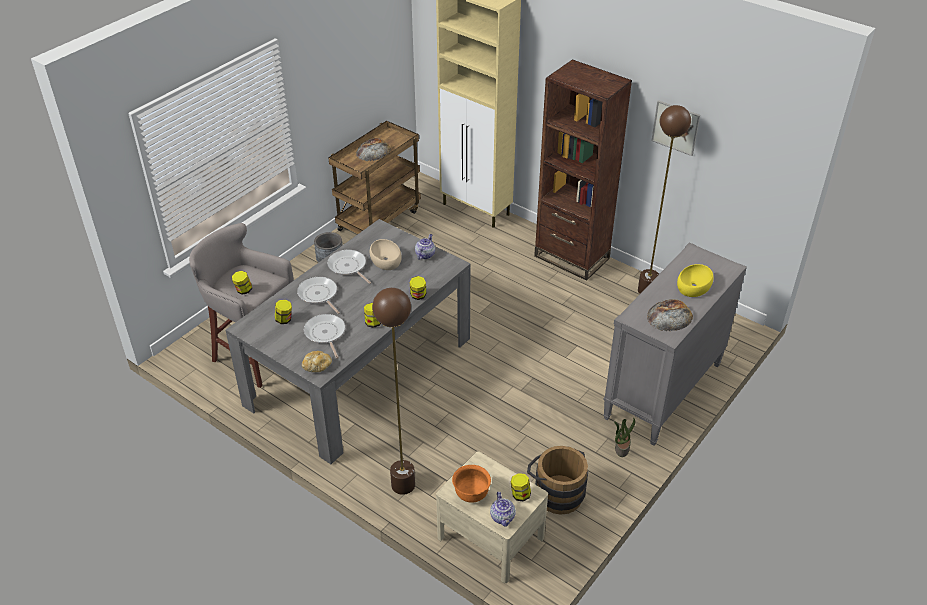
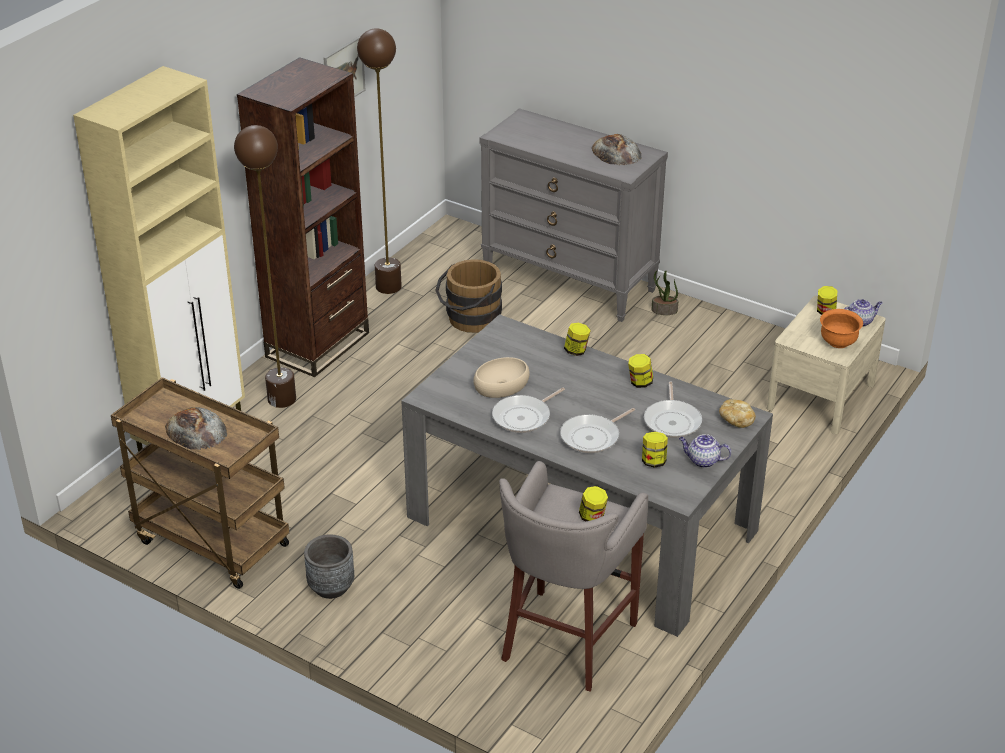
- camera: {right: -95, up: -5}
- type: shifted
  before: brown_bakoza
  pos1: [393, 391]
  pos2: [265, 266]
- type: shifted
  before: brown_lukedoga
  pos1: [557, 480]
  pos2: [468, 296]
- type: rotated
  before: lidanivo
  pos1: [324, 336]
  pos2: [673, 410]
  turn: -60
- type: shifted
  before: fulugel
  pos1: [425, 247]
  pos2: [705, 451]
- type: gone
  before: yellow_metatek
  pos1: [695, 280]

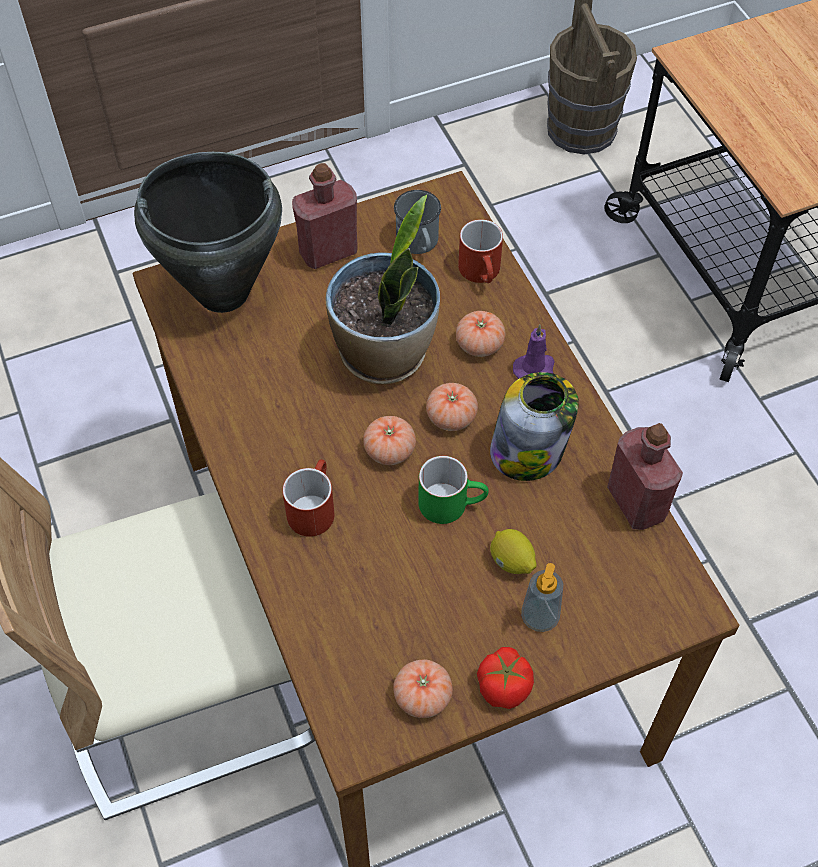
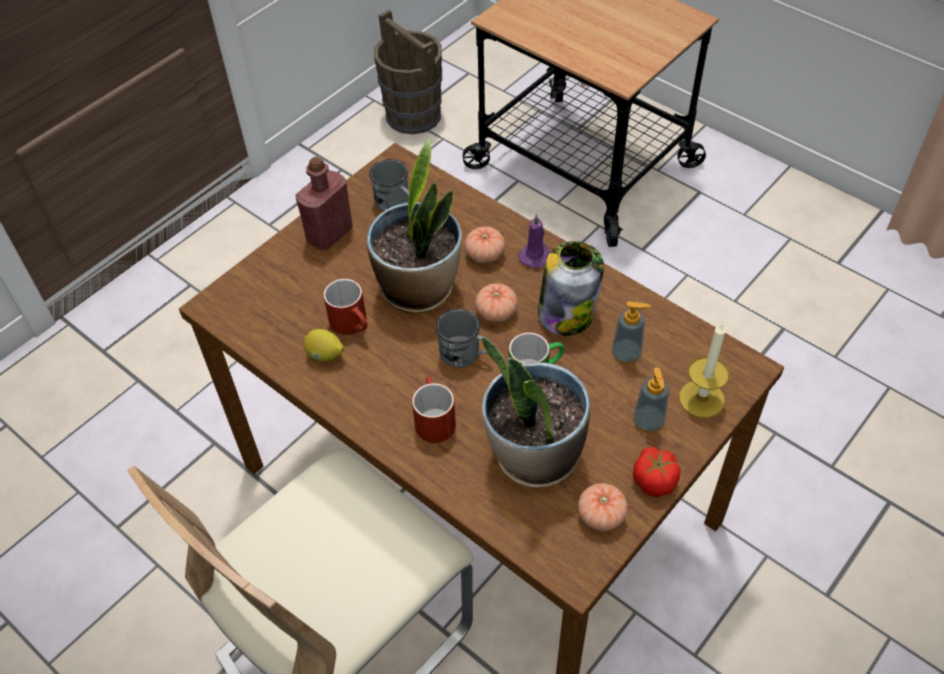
- camera: {right: -25, up: -5}
- type: shifted
  before: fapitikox
  pos1: [513, 551]
  pos2: [324, 345]
- type: shifted
  before: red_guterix
  pos1: [480, 251]
  pos2: [345, 307]
- type: swapped
  before: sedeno
  after: grey_guterix
  pos1: [389, 440]
  pos2: [462, 338]
- type: new
  after: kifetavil
  pos2: [536, 412]
- type: new
  after: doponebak
  pos2: [631, 332]
- type: new
  after: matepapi
  pos2: [704, 370]
- type: gone
  before: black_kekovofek
  pos1: [208, 232]
- type: gone
  before: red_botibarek
  pos1: [645, 476]

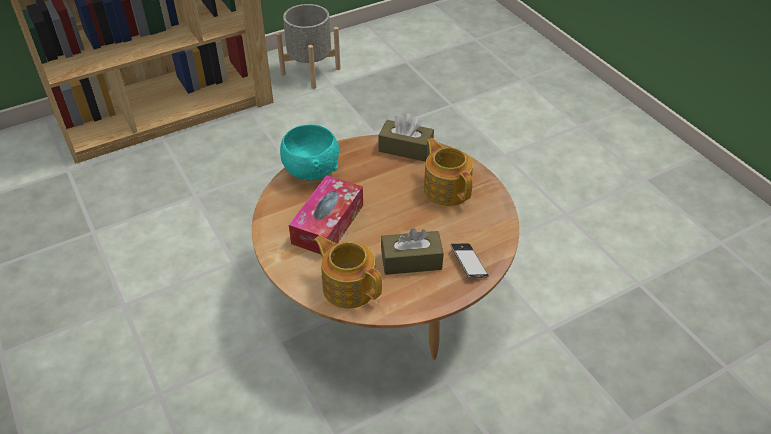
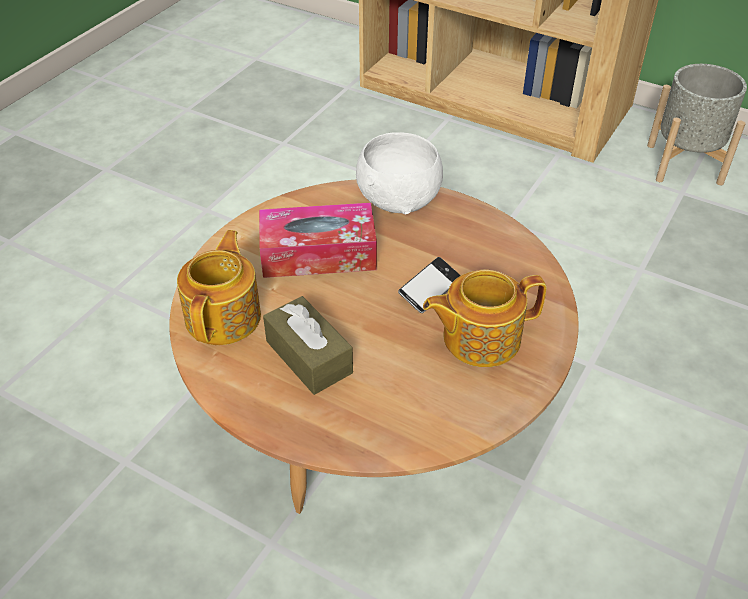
- camera: {right: 60, up: 0}
- type: repainted
  before: turquoise_metatek
  after: white_metatek
  pos1: [309, 152]
  pos2: [399, 173]
- type: shifted
  before: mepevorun
  pos1: [469, 261]
  pos2: [429, 285]
- type: rotated
  before: fulugel
  pos1: [448, 172]
  pos2: [484, 318]
  turn: -135
- type: gone
  before: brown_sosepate
  pos1: [406, 138]

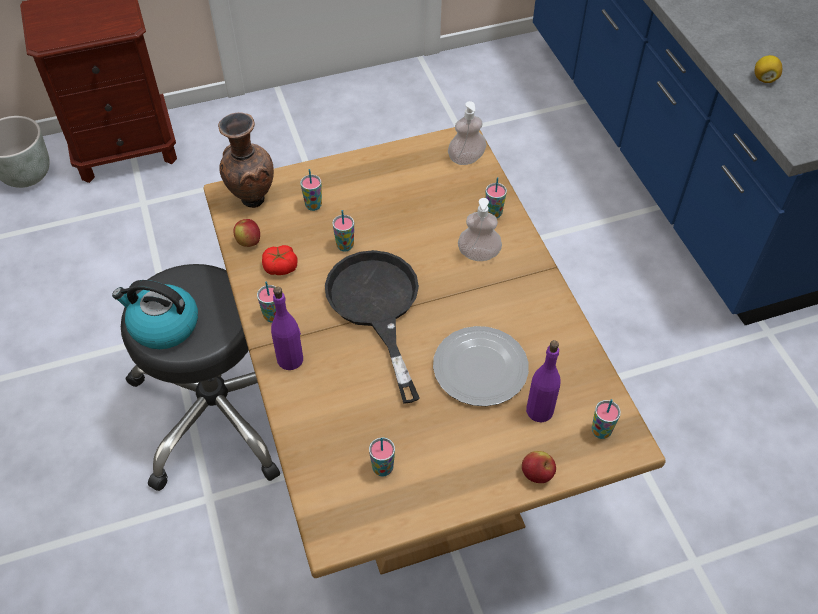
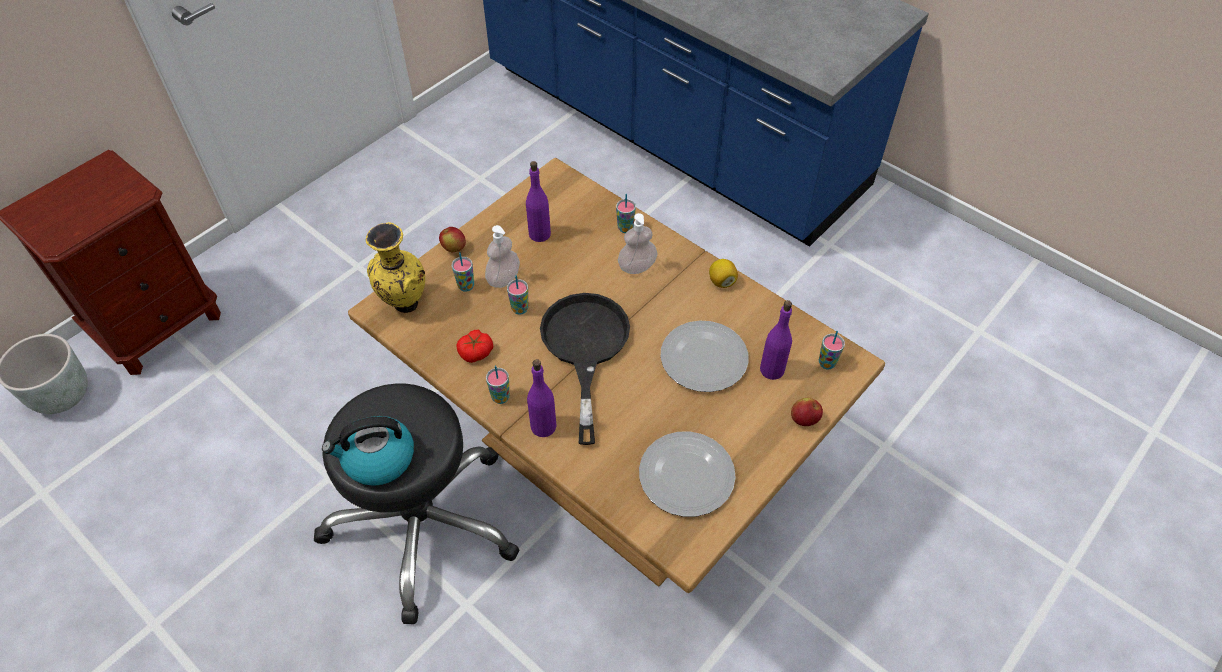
- camera: {right: -30, up: 0}
- type: repainted
  before: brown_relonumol
  after: yellow_relonumol
  pos1: [246, 160]
  pos2: [395, 267]
- type: shifted
  before: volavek
  pos1: [247, 233]
  pos2: [452, 239]
- type: shifted
  before: doponebak
  pos1: [467, 133]
  pos2: [502, 256]
- type: new
  after: purple_botibarek
  pos2: [538, 201]
- type: rotated
  before: black_lidanivo
  pos1: [372, 327]
  pos2: [585, 369]
  turn: 45
- type: swapped
  before: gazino
  after: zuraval
  pos1: [382, 456]
  pos2: [687, 474]
- type: shifted
  before: fapitikox
  pos1: [768, 69]
  pos2: [723, 273]

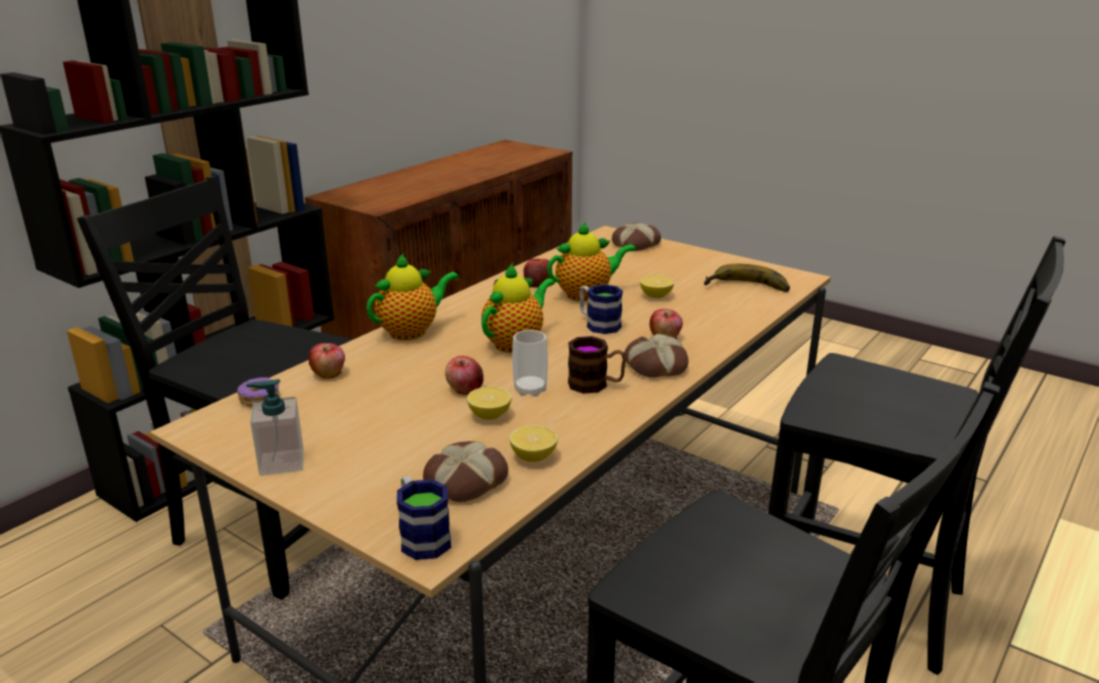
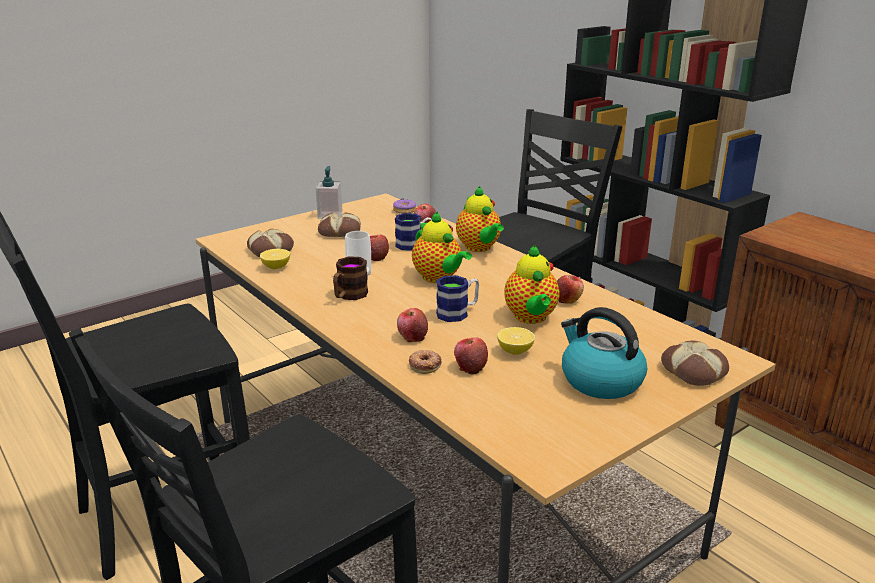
- camera: {right: 105, up: 0}
- type: shifted
  before: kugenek
  pos1: [656, 356]
  pos2: [339, 225]
- type: shifted
  before: guterix
  pos1: [424, 518]
  pos2: [413, 232]
- type: new
  after: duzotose
  pos2: [425, 362]
- type: new
  after: volavek
  pos2: [471, 355]
- type: new
  after: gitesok
  pos2: [604, 353]
- type: gone
  before: fapitikox
  pos1: [489, 403]
- type: gone
  before: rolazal
  pos1: [747, 278]

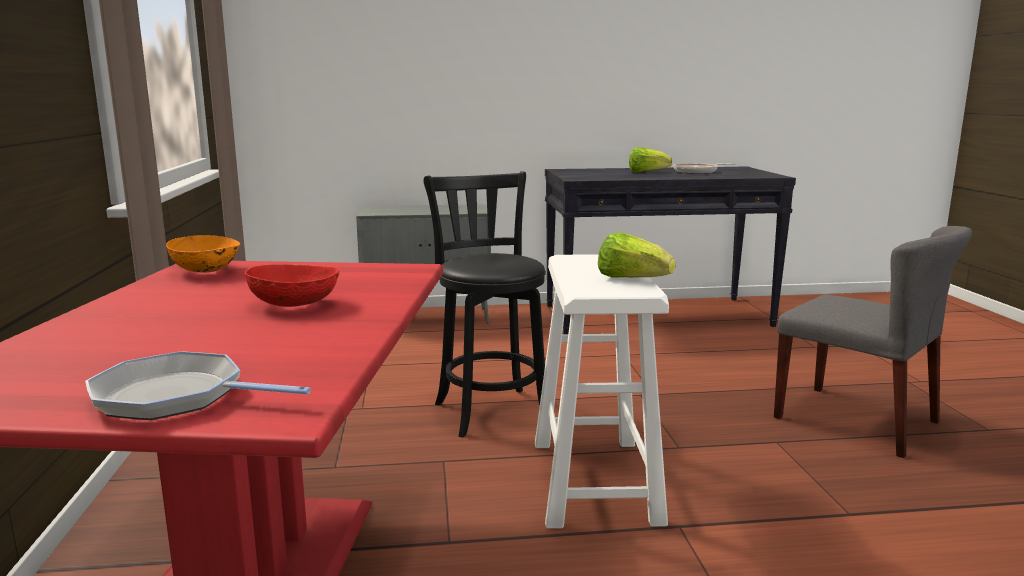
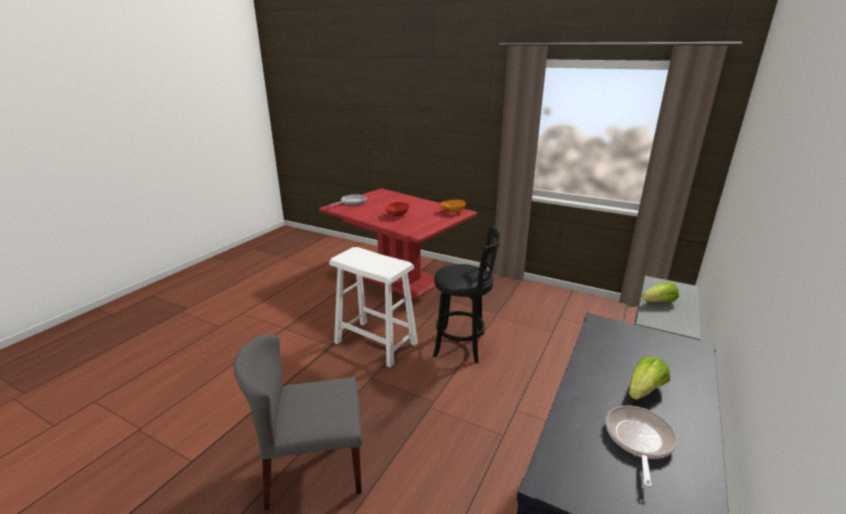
- camera: {right: 125, up: 10}
- type: shifted
  before: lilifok
  pos1: [637, 255]
  pos2: [660, 292]

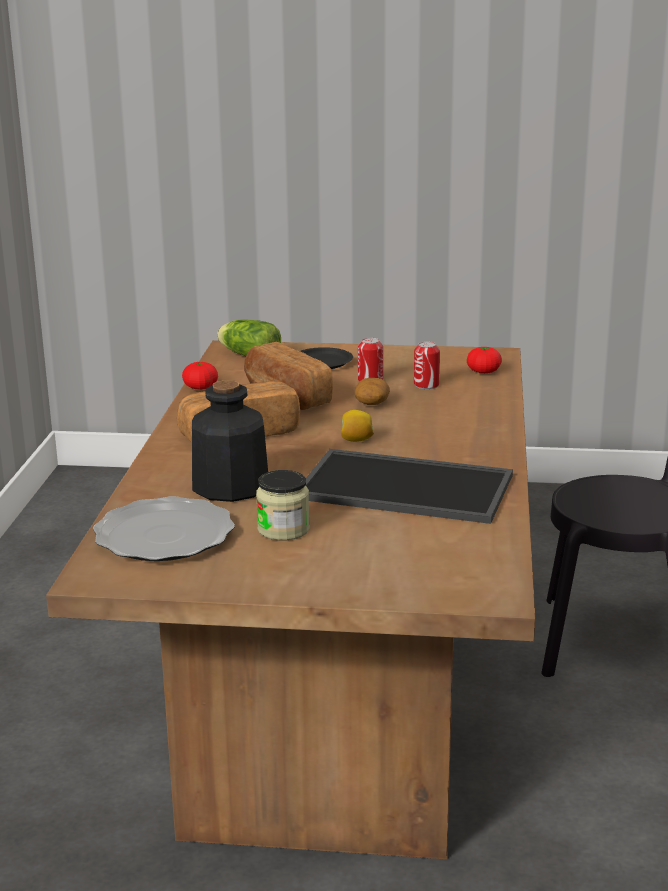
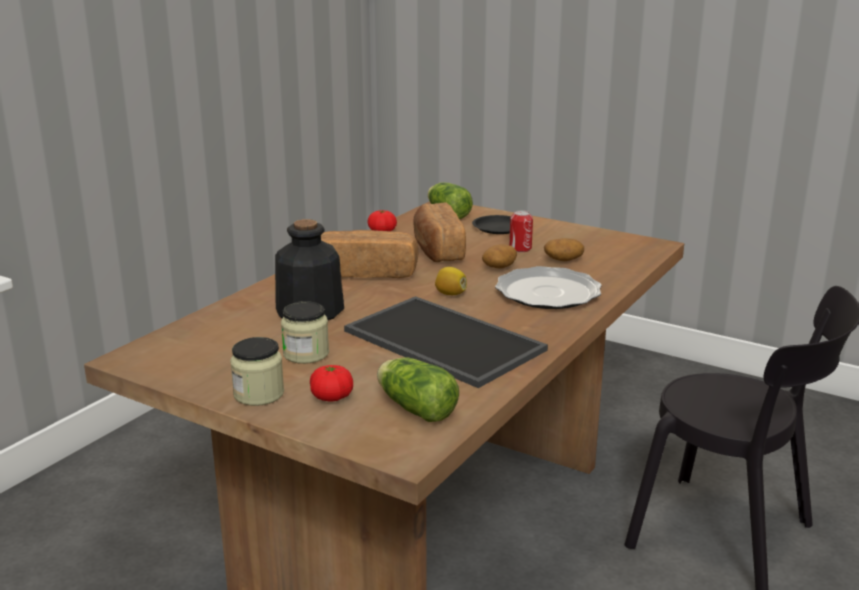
- camera: {right: 25, up: 0}
- type: new
  after: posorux
  pos2: [257, 371]
- type: shifted
  before: sedeno
  pos1: [484, 360]
  pos2: [331, 383]
- type: new
  after: lilifok
  pos2: [418, 389]
- type: shifted
  before: zuraval
  pos1: [164, 528]
  pos2: [548, 287]
- type: swapped
  before: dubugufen
  after: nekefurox
  pos1: [427, 365]
  pos2: [564, 249]

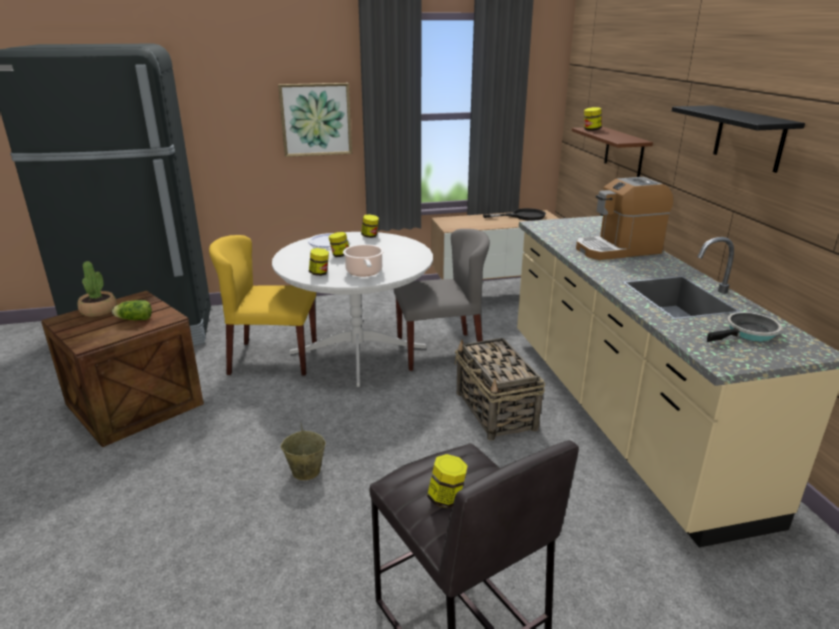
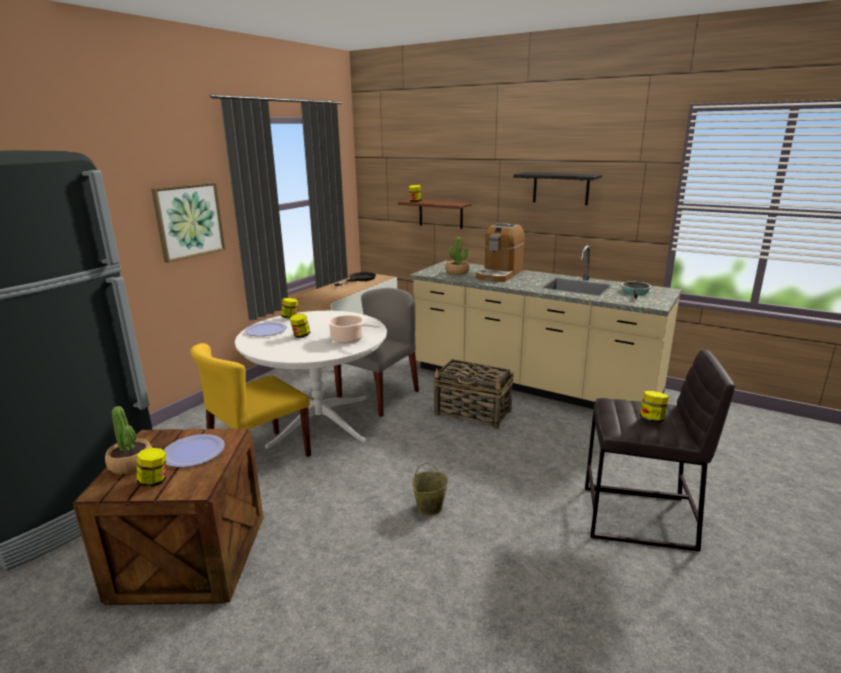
- camera: {right: -45, up: -5}
- type: shifted
  before: posorux
  pos1: [319, 262]
  pos2: [151, 467]
- type: swapped
  before: lilifok
  after: zuraval
  pos1: [132, 310]
  pos2: [194, 450]
- type: new
  after: kifetavil
  pos2: [457, 256]

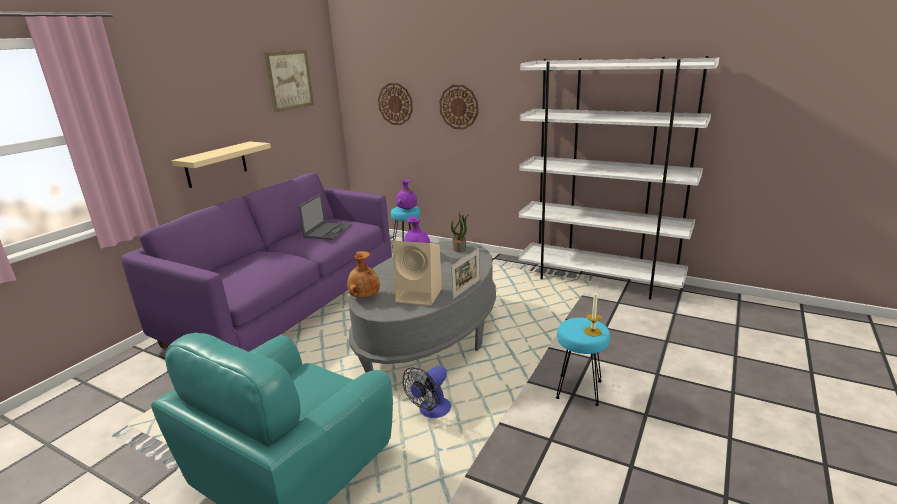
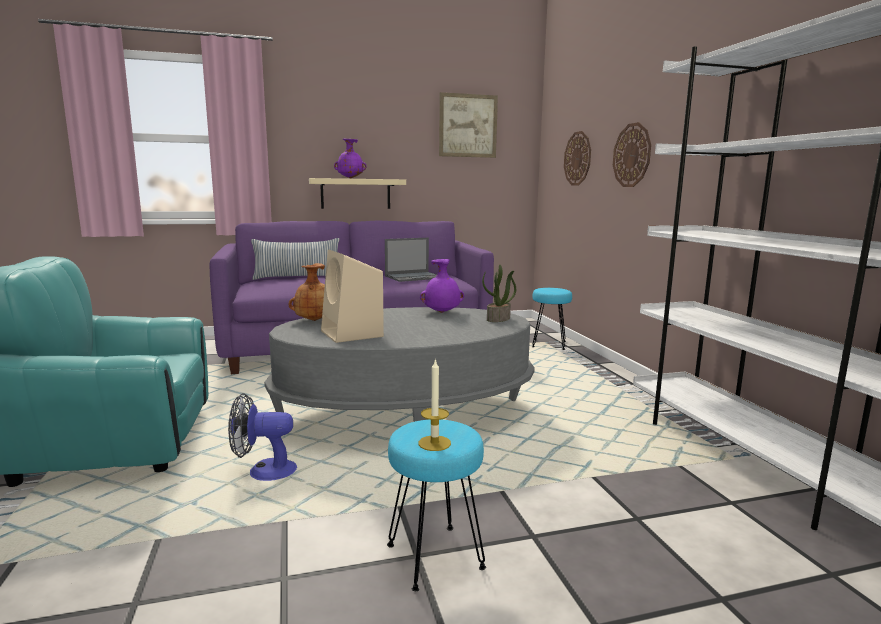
- camera: {right: 45, up: -10}
- type: new
  after: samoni
  pos2: [295, 259]
- type: shifted
  before: purple_relonumol
  pos1: [406, 194]
  pos2: [350, 159]
- type: gone
  before: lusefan
  pos1: [465, 273]

